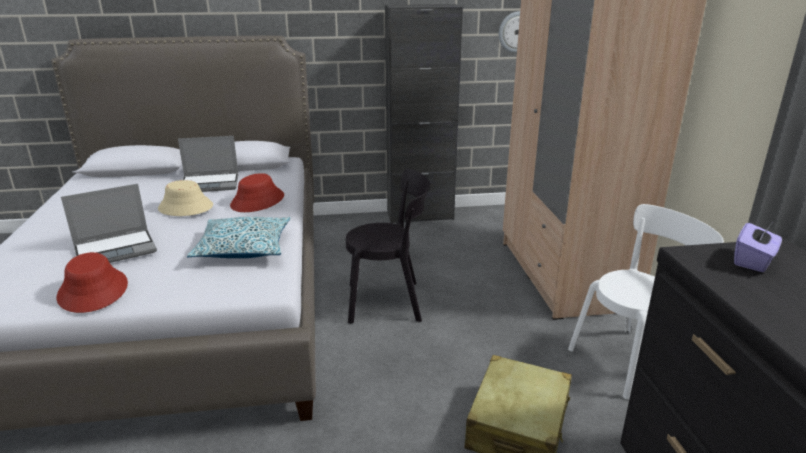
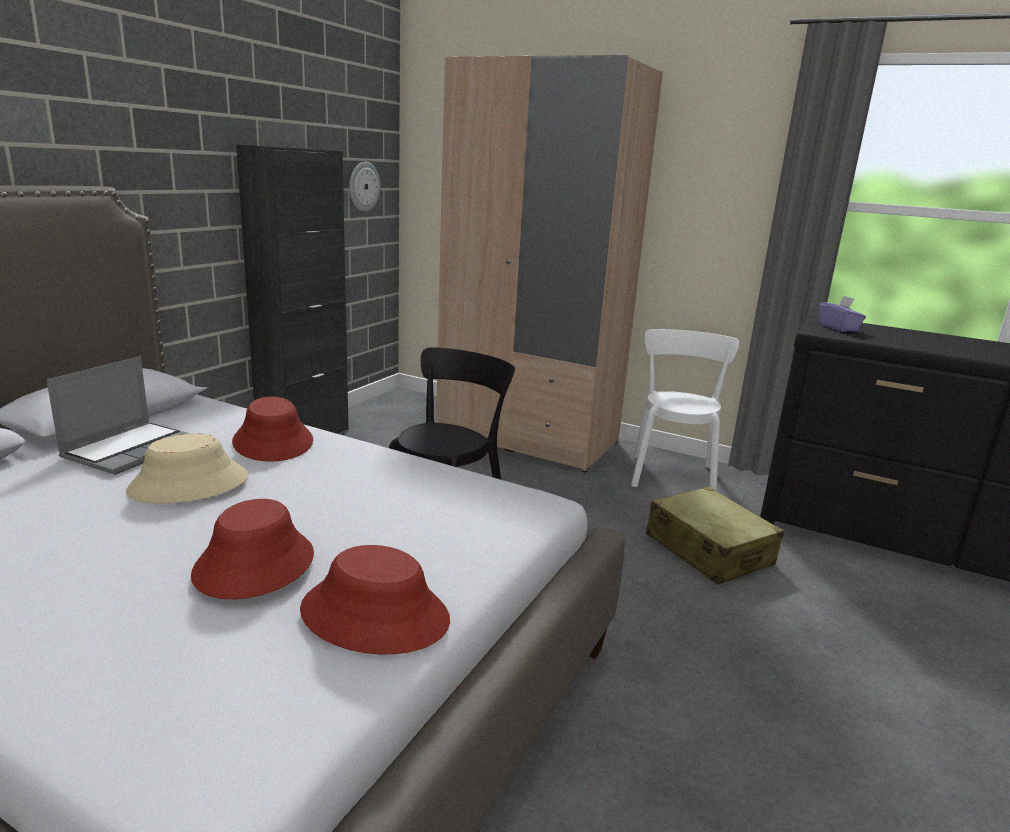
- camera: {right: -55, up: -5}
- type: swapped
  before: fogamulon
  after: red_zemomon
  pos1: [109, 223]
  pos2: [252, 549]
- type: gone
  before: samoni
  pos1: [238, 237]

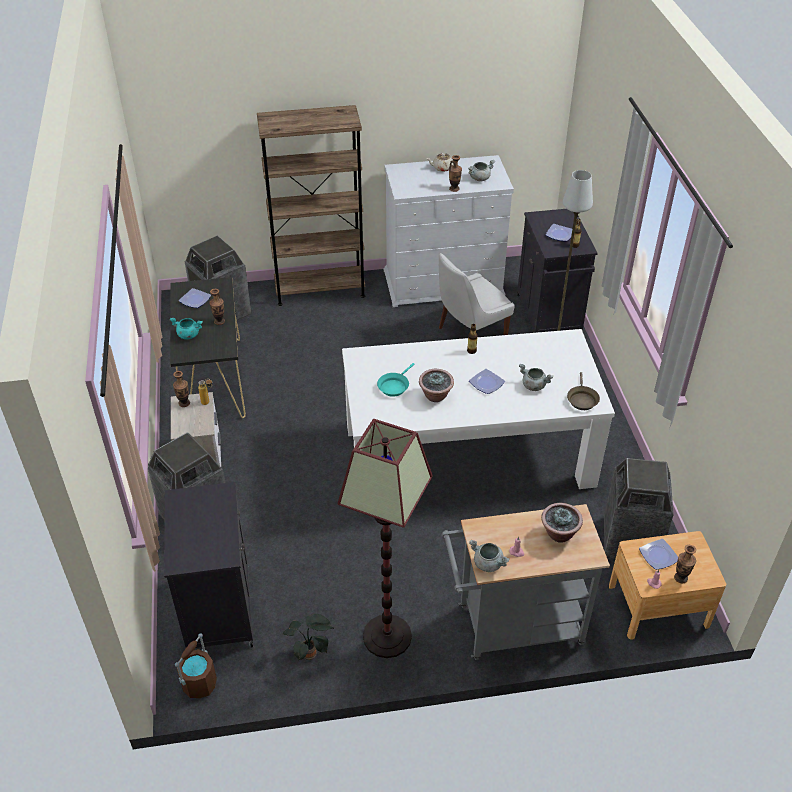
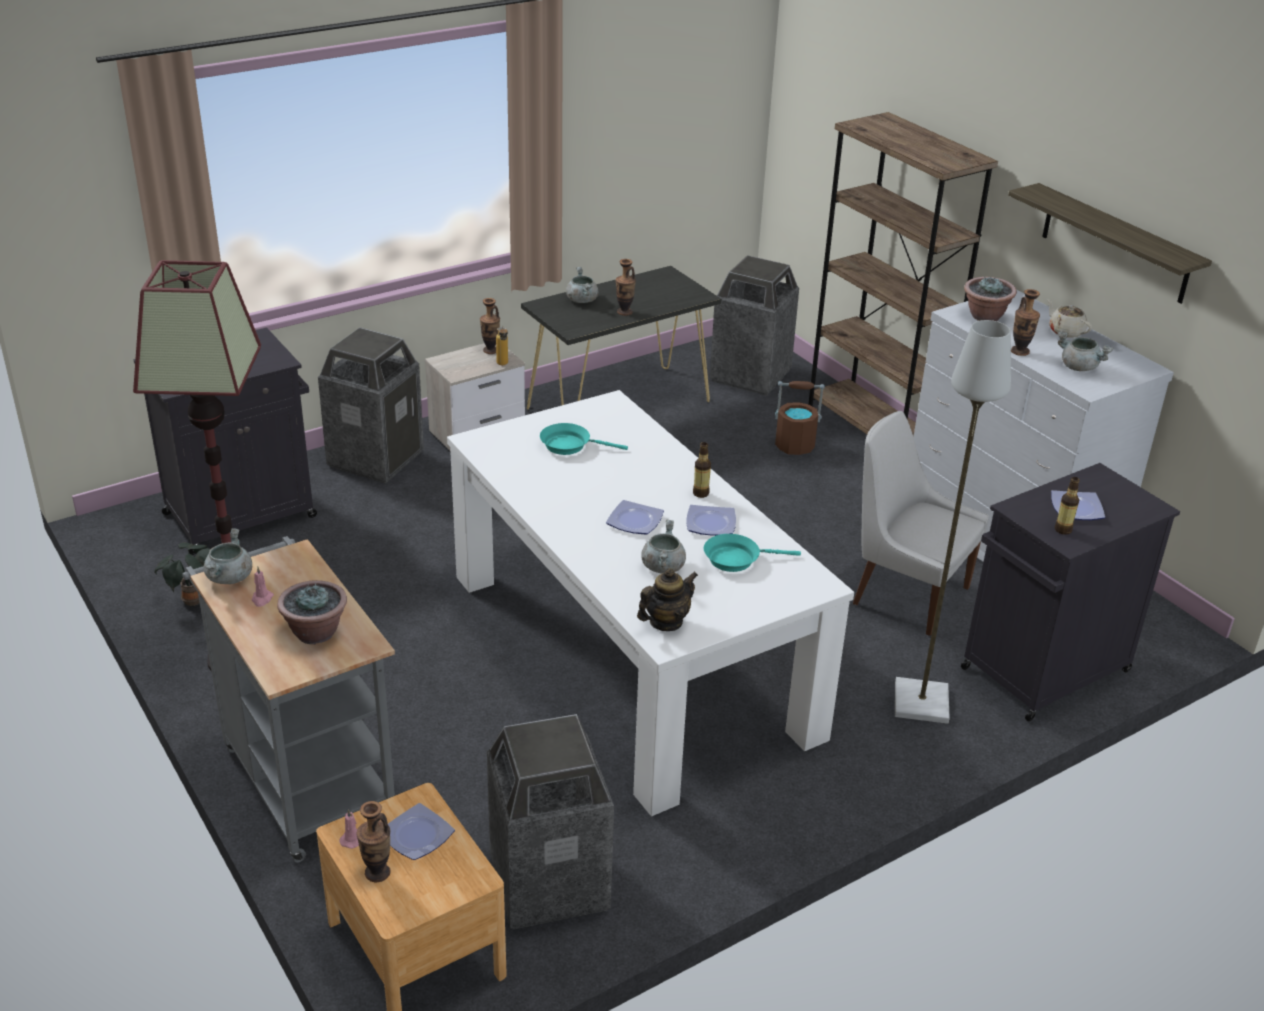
- camera: {right: 65, up: -10}
- type: repainted
  before: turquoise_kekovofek
  after: grey_kekovofek
  pos1: [186, 328]
  pos2: [582, 285]
- type: swapped
  before: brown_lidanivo
  after: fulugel
  pos1: [583, 391]
  pos2: [667, 599]
- type: shifted
  before: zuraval
  pos1: [195, 298]
  pos2: [711, 520]
- type: new
  after: turquoise_lidanivo
  pos2: [752, 553]
- type: shifted
  before: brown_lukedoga
  pos1: [196, 665]
  pos2: [800, 418]
- type: shifted
  before: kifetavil
  pos1: [436, 385]
  pos2: [990, 299]
- type: new
  after: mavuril
  pos2: [1110, 243]

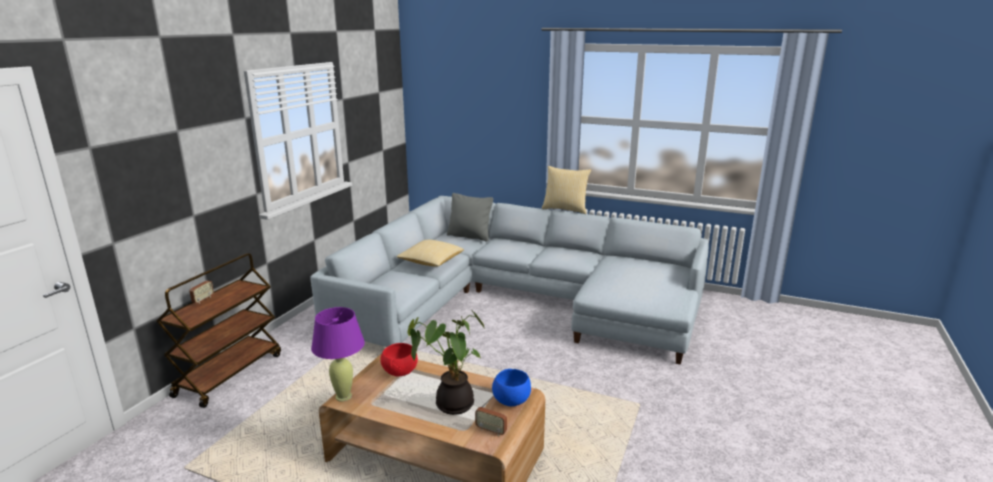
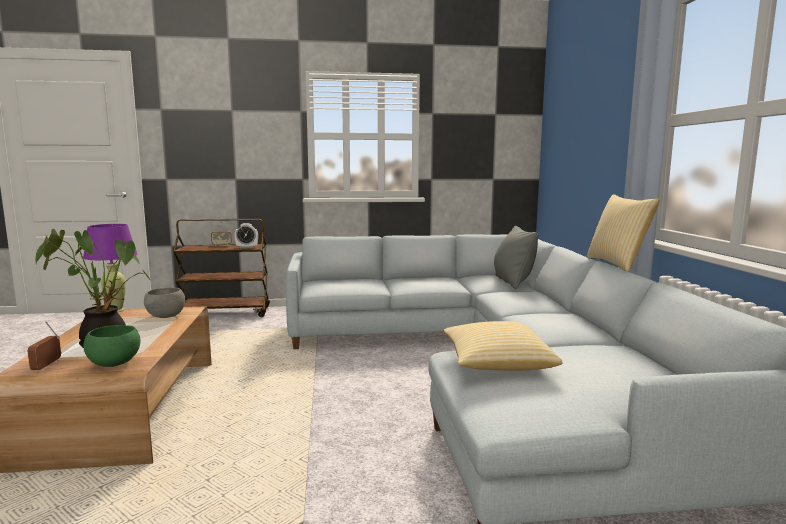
- camera: {right: 60, up: -10}
- type: repainted
  before: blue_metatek
  after: green_metatek
  pos1: [511, 387]
  pos2: [112, 346]
- type: repainted
  before: red_metatek
  after: grey_metatek
  pos1: [399, 359]
  pos2: [164, 303]
- type: new
  after: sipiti
  pos2: [246, 236]
- type: shifted
  before: samoni
  pos1: [430, 253]
  pos2: [502, 346]

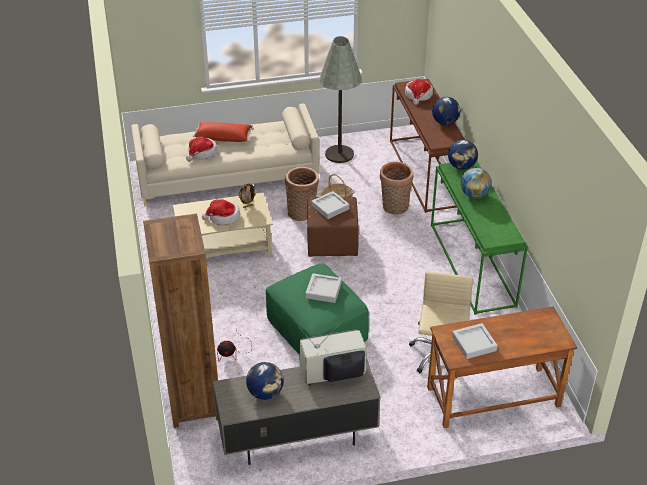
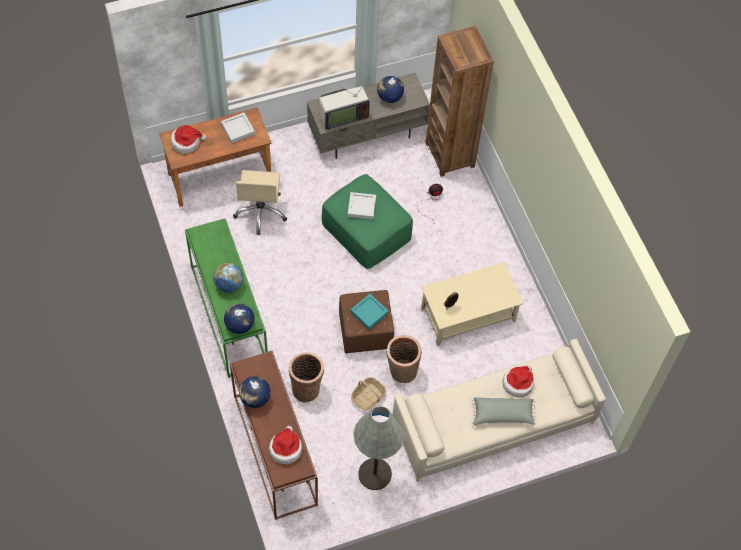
- camera: {right: 170, up: 20}
- type: shifted
  before: zemomon
  pos1: [221, 212]
  pos2: [189, 139]
- type: repainted
  before: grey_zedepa
  after: turquoise_zedepa
  pos1: [330, 205]
  pos2: [370, 312]
- type: repainted
  before: red_samoni
  after: grey_samoni
  pos1: [223, 132]
  pos2: [504, 411]

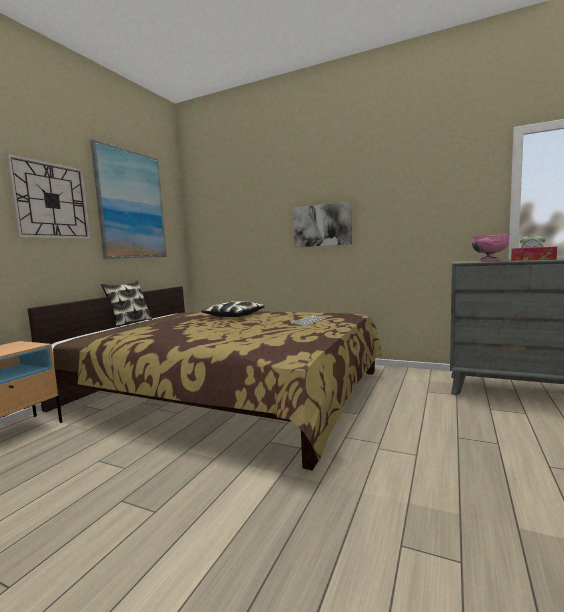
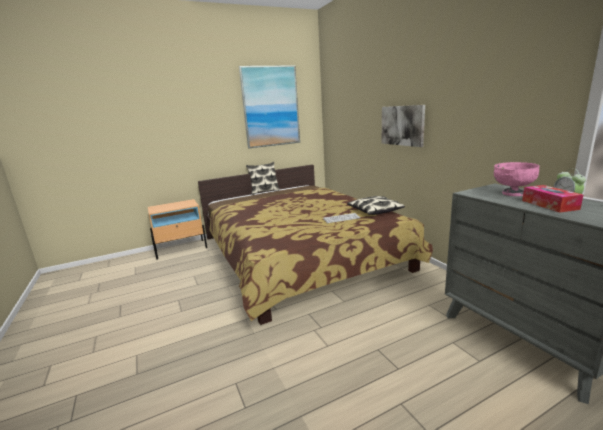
- camera: {right: 40, up: 10}
- type: shifted
  before: samoni
  pos1: [233, 309]
  pos2: [376, 205]
- type: gone
  before: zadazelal
  pos1: [48, 196]

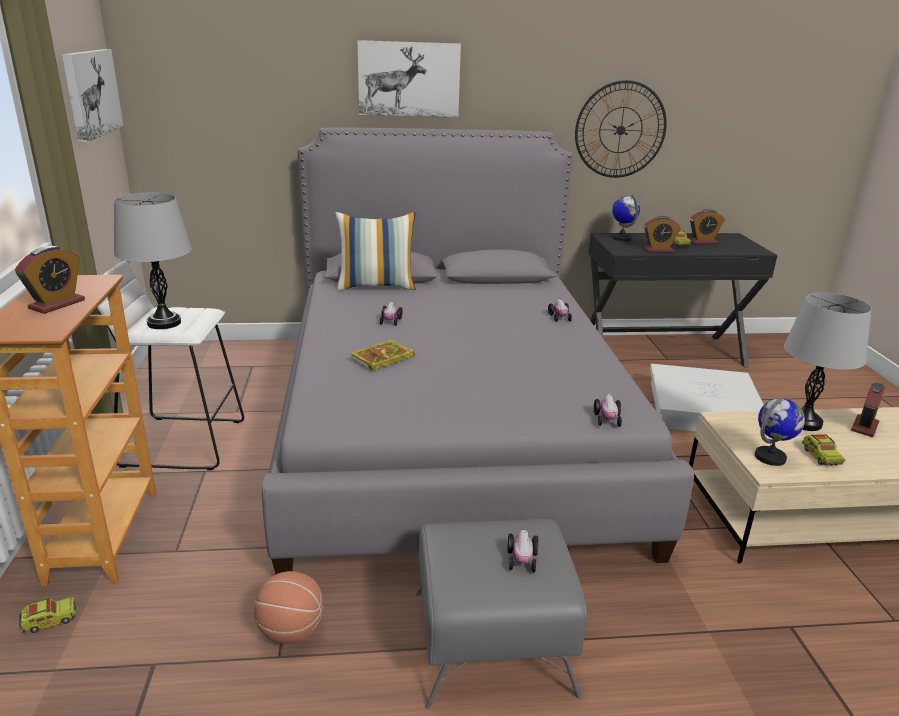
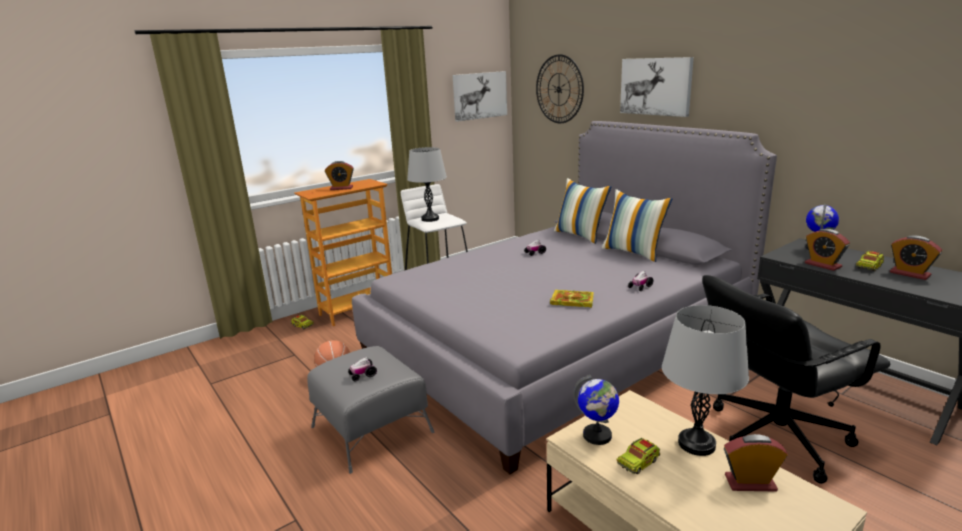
- camera: {right: 60, up: -5}
- type: shifted
  before: zadazelal
  pos1: [621, 129]
  pos2: [560, 88]
- type: shifted
  before: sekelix
  pos1: [382, 355]
  pos2: [572, 299]
- type: new
  after: samoni
  pos2: [637, 225]
- type: swapped
  before: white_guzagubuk
  after: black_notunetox
  pos1: [707, 398]
  pos2: [796, 379]
- type: gone
  before: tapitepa
  pos1: [608, 410]

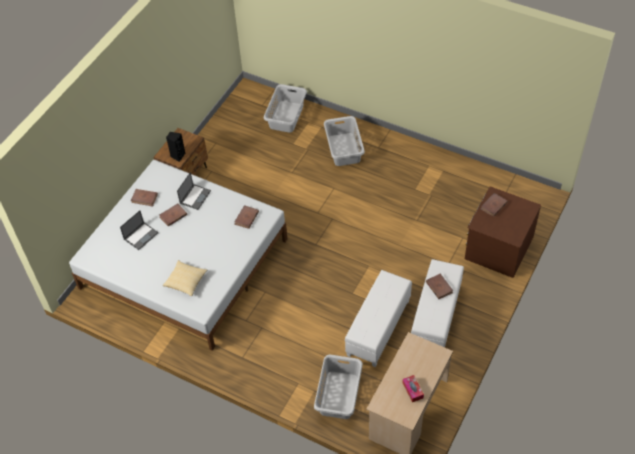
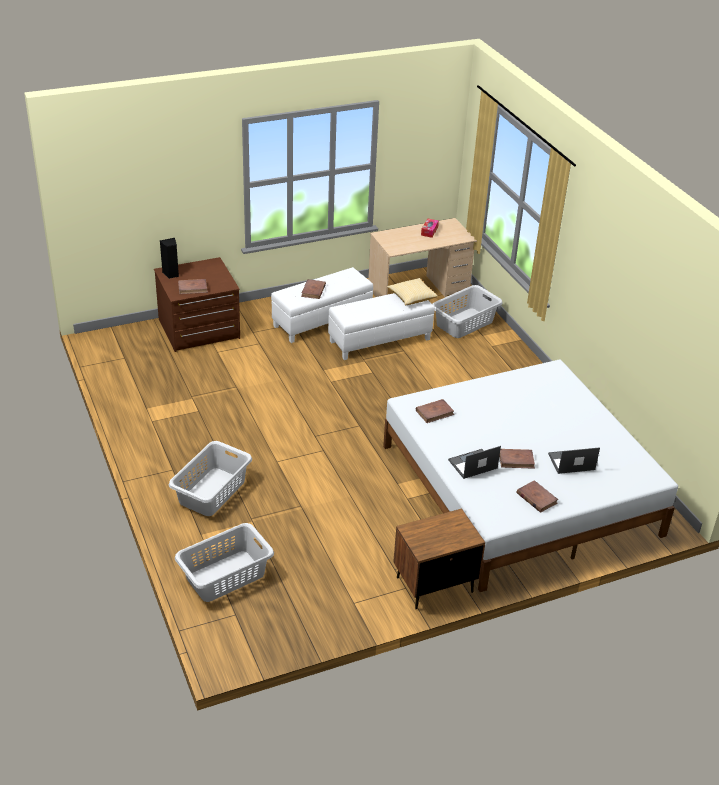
- camera: {right: -145, up: -15}
- type: shifted
  before: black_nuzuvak
  pos1: [175, 147]
  pos2: [169, 258]
- type: shifted
  before: samoni
  pos1: [185, 278]
  pos2: [412, 291]

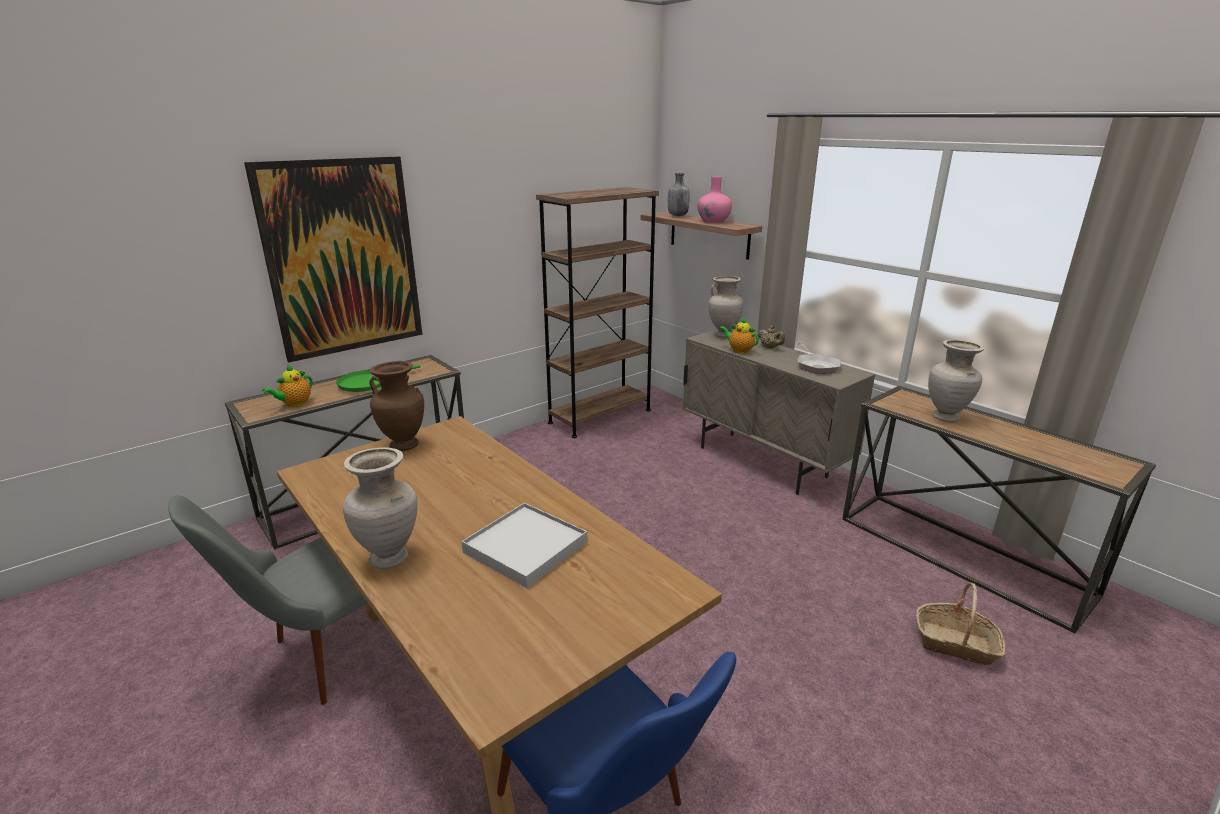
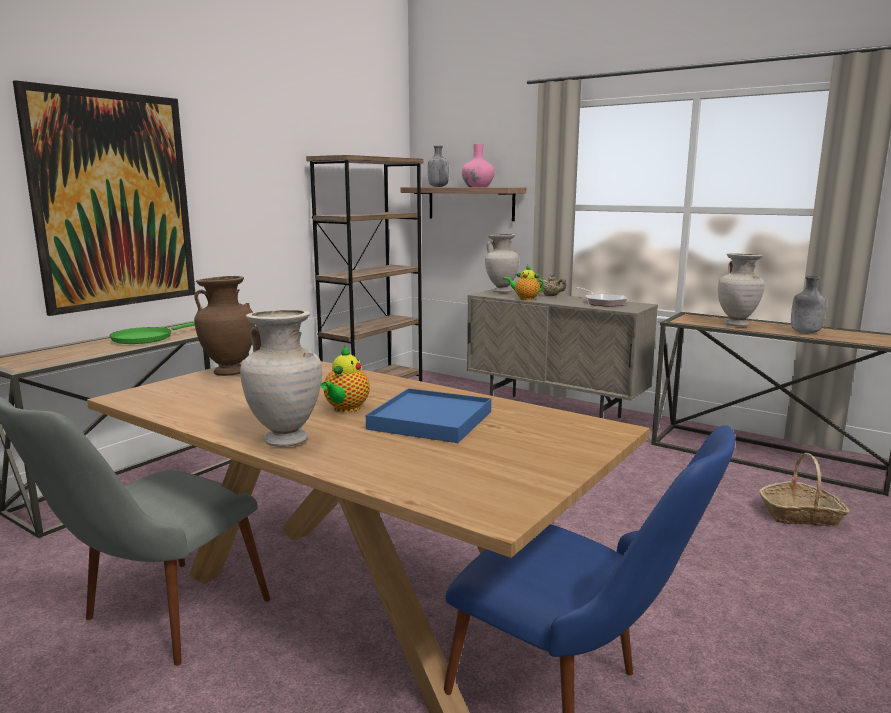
- camera: {right: -15, up: -10}
- type: shifted
  before: fulugel
  pos1: [287, 385]
  pos2: [345, 379]
- type: repainted
  before: white_zedepa
  after: blue_zedepa
  pos1: [524, 545]
  pos2: [428, 415]
- type: new
  after: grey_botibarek
  pos2: [809, 304]

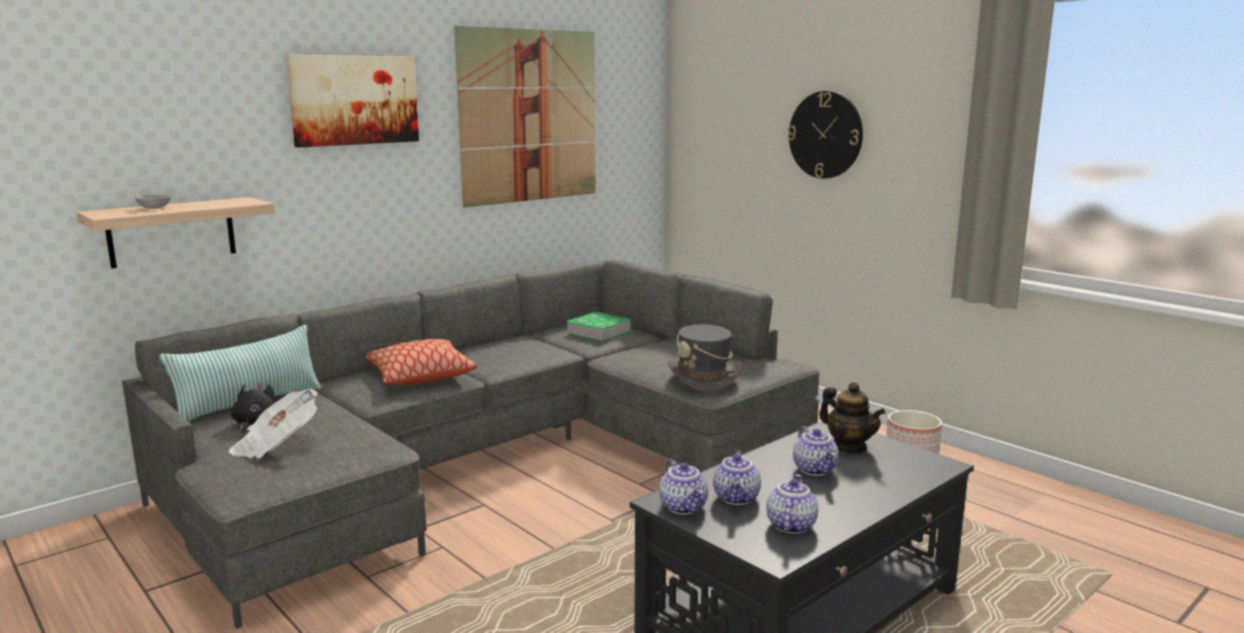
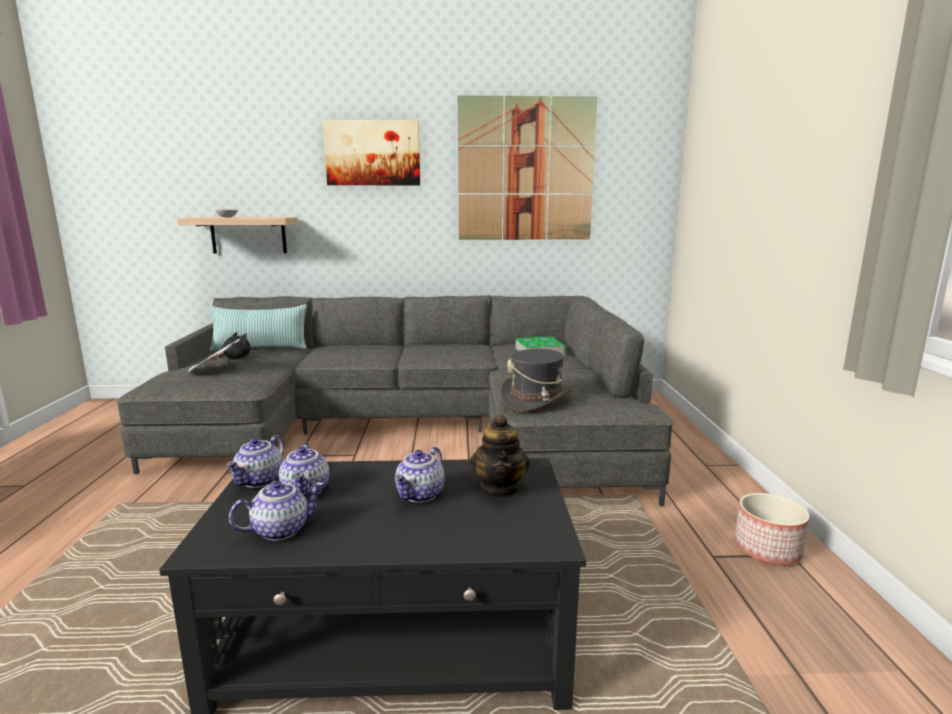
- camera: {right: 40, up: 0}
- type: rotated
  before: fulugel
  pos1: [737, 477]
  pos2: [304, 469]
  turn: -60
- type: gone
  before: samoni
  pos1: [421, 362]
- type: gone
  before: zadazelal
  pos1: [825, 135]

